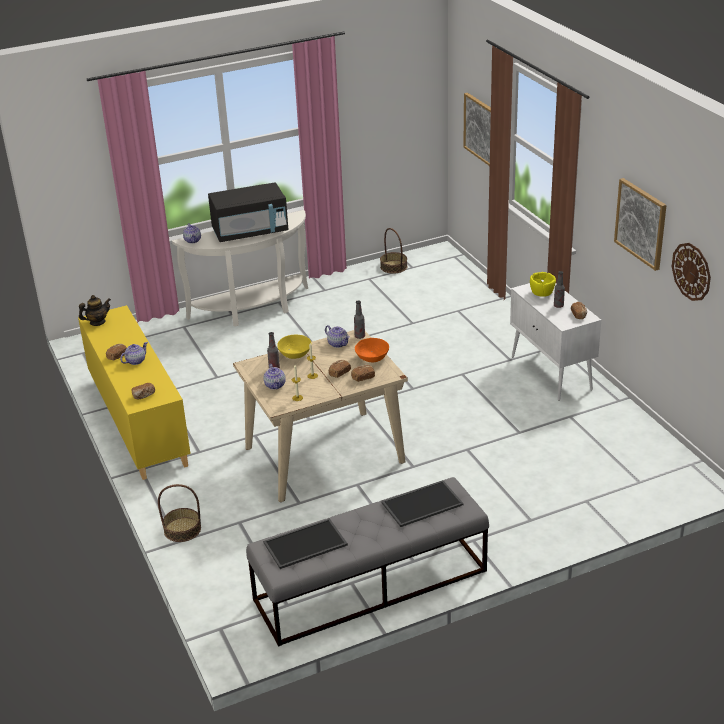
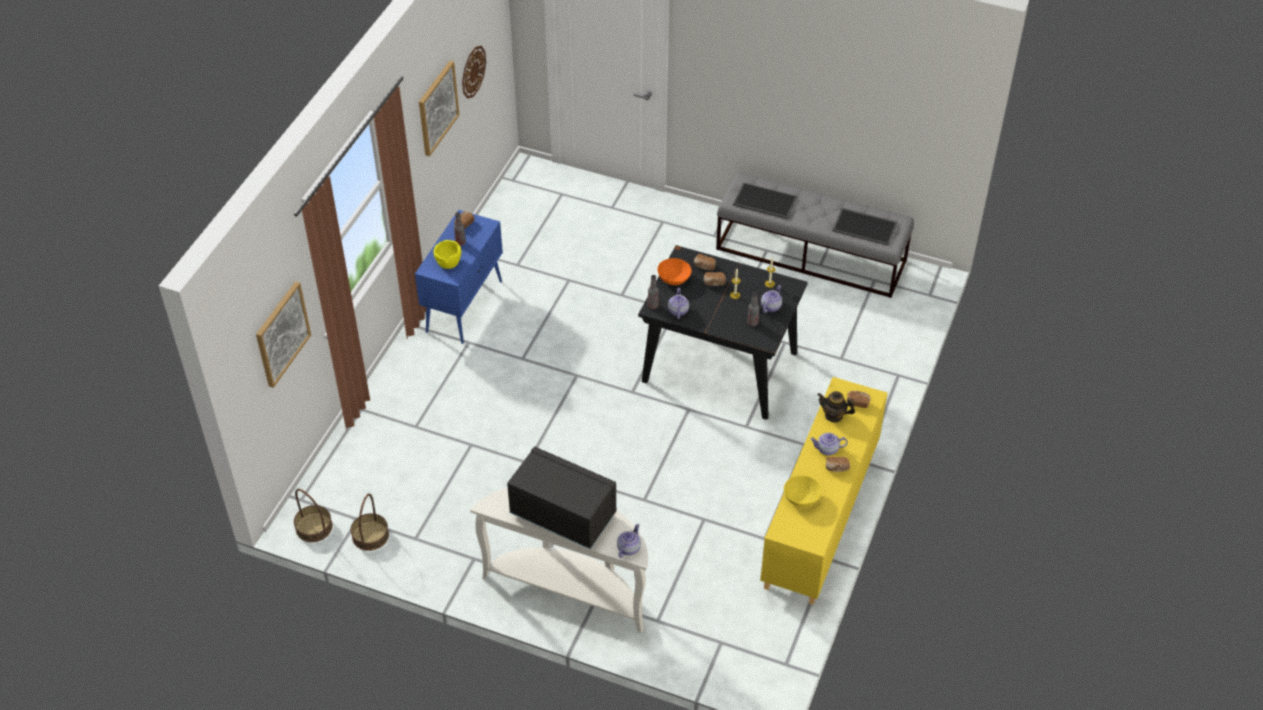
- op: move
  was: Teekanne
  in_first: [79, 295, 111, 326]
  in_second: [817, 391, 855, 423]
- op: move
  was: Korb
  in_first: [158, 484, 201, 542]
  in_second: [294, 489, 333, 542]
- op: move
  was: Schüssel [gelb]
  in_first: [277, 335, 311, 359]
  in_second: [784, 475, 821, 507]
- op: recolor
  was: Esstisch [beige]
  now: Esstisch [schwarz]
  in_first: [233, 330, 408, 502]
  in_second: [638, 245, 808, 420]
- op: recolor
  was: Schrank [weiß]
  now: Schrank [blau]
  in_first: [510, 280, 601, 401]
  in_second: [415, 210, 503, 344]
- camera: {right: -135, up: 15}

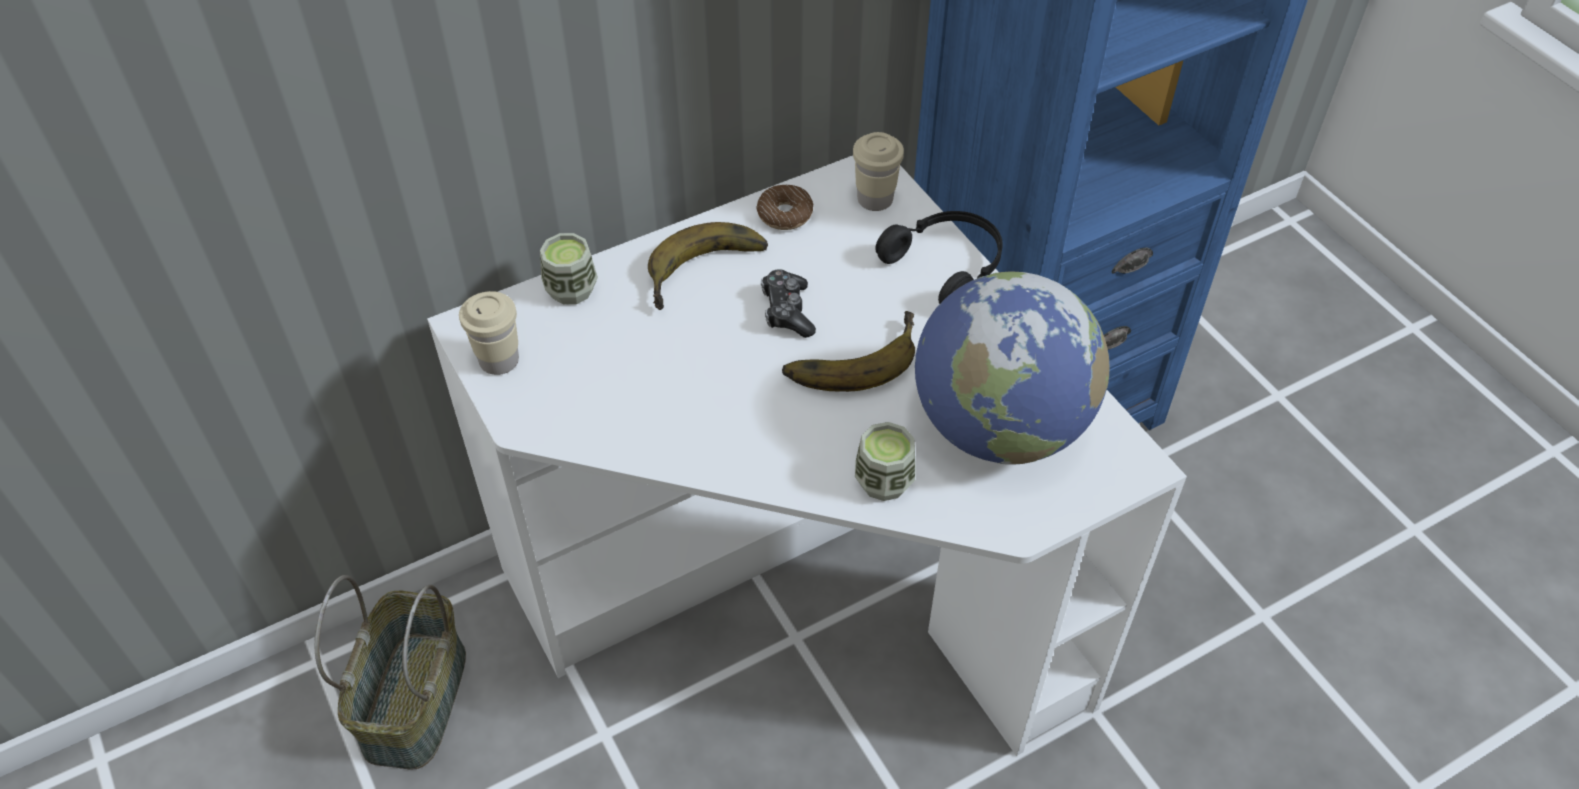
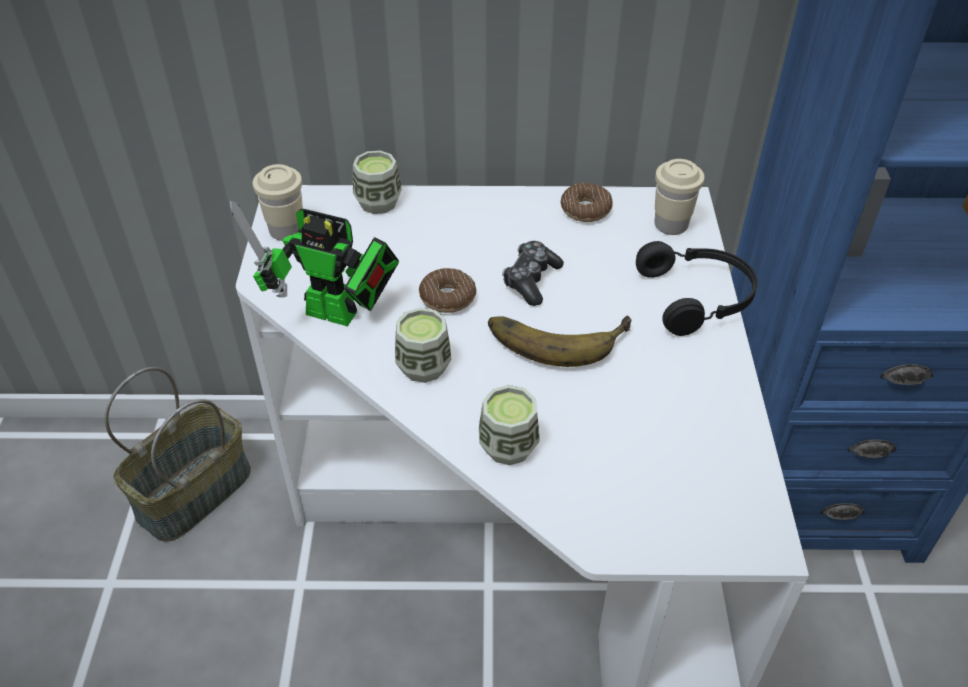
- op: delete
  was: Banane
  in_first: [648, 222, 768, 310]
- op: delete
  was: Globus
  in_first: [915, 271, 1110, 464]
- op: insert
  now: Spielzeugroboter
  in_second: [230, 201, 399, 326]
- op: insert
  now: Tasse
  in_second: [395, 308, 451, 383]
- op: insert
  now: Donut
  in_second: [419, 268, 476, 313]
- camera: {right: 30, up: -5}

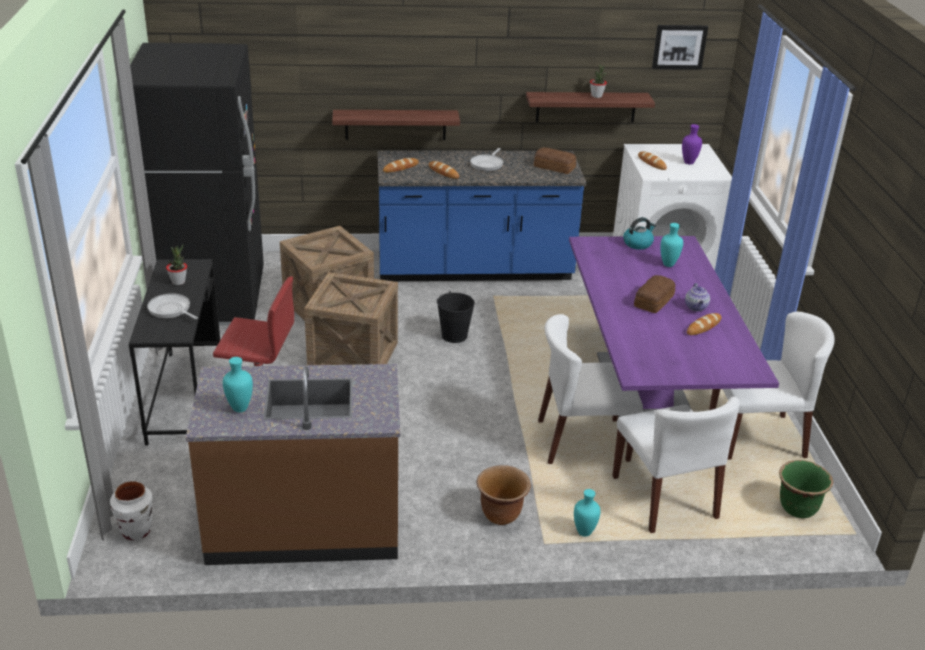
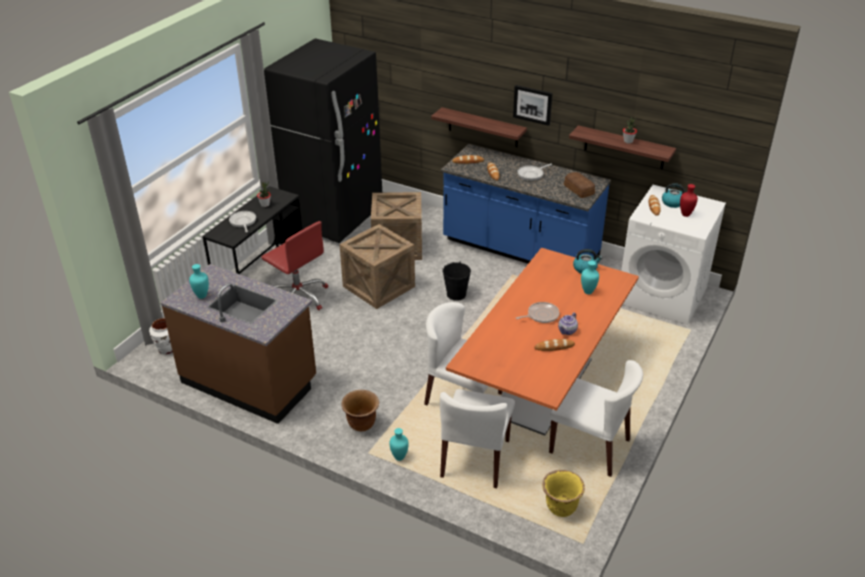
- op: insert
  now: Wasserkessel
  in_second: [662, 183, 687, 208]
- op: move
  was: Bild
  in_first: [652, 25, 708, 70]
  in_second: [513, 85, 553, 126]
- op: replace
  was: Brot
  now: Pfanne
  in_first: [634, 275, 676, 313]
  in_second: [516, 302, 559, 323]
- op: recolor
  was: Esstisch [lila]
  now: Esstisch [orange]
  in_first: [569, 236, 779, 442]
  in_second: [446, 248, 639, 436]
- op: recolor
  was: Vase [lila]
  now: Vase [rot]
  in_first: [682, 124, 702, 164]
  in_second: [680, 184, 698, 217]
- op: recolor
  was: Pflanzkübel [grün]
  now: Pflanzkübel [gelb]
  in_first: [779, 460, 833, 518]
  in_second: [542, 470, 585, 517]
- camera: {right: 35, up: 5}

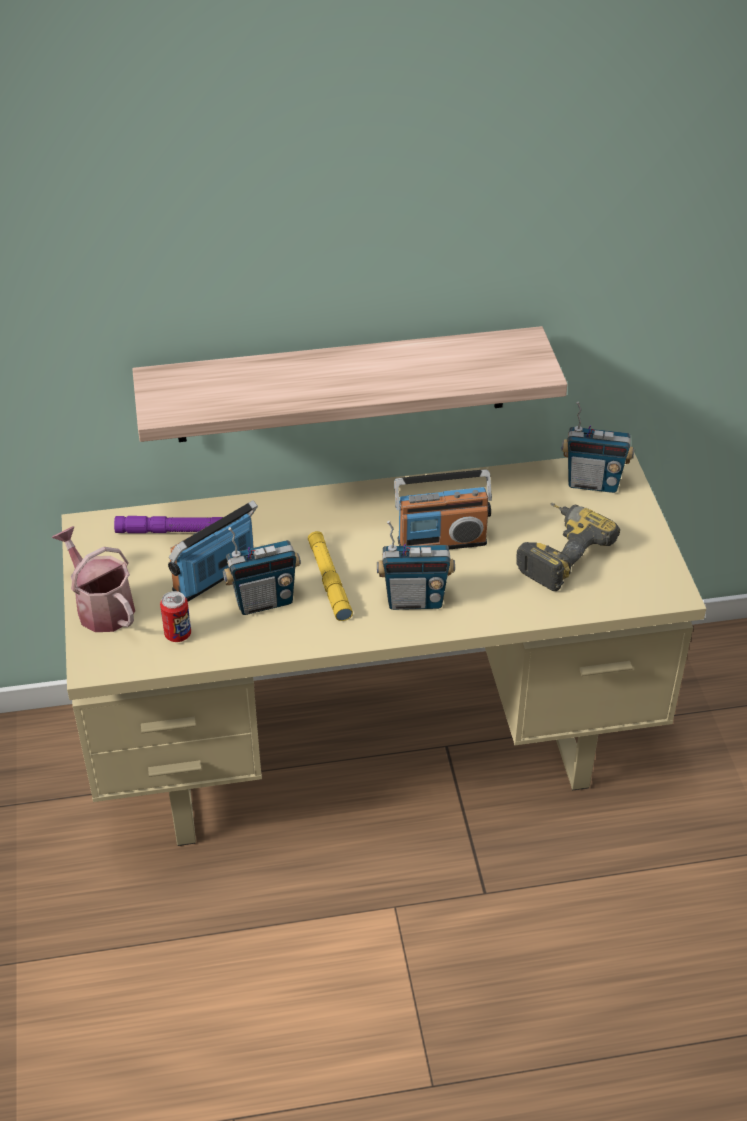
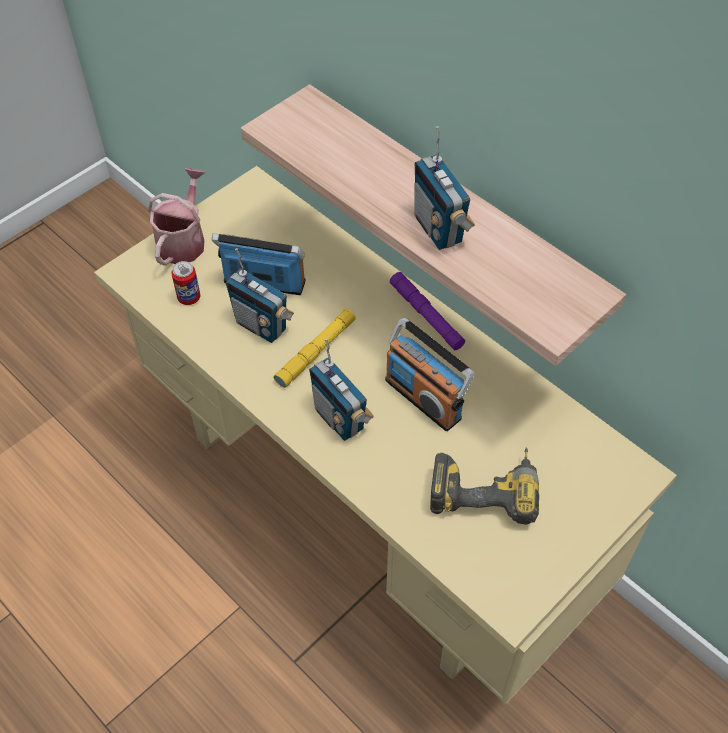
- op: move
  was: Taschenlampe [lila]
  in_first: [114, 516, 223, 533]
  in_second: [390, 272, 465, 350]
- op: move
  was: Radio
  in_first: [561, 402, 634, 493]
  in_second: [414, 126, 475, 250]
- camera: {right: 55, up: 10}

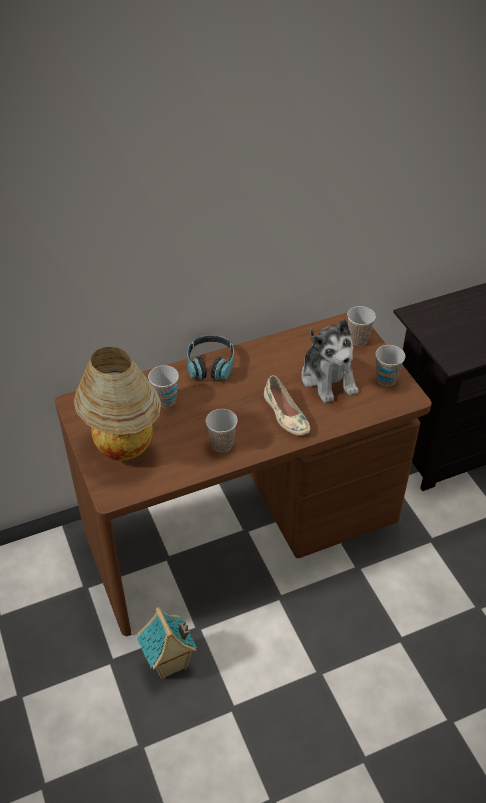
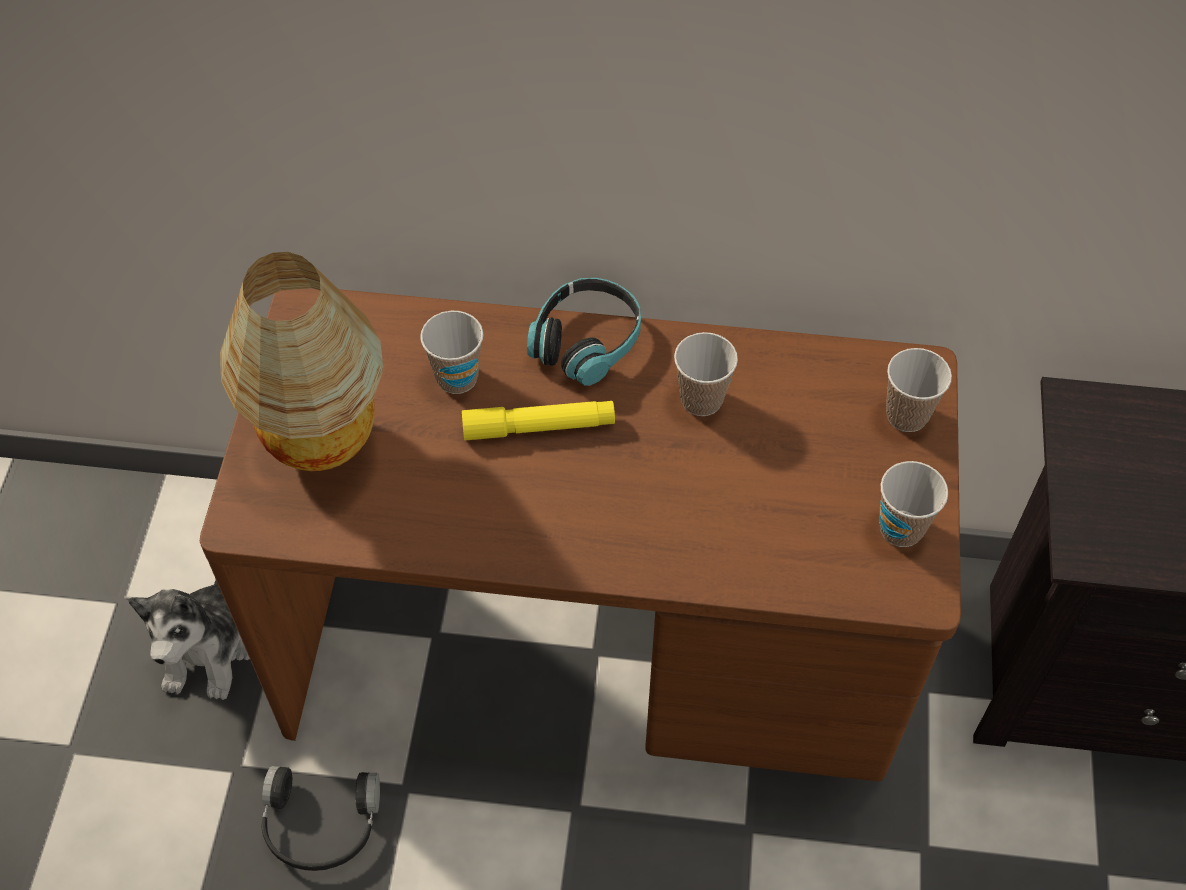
- op: delete
  was: Schuh [beige]
  in_first: [264, 375, 310, 436]
- op: insert
  now: Taschenlampe [gelb]
  in_second: [462, 401, 615, 440]
- op: move
  was: Tasse
  in_first: [206, 409, 238, 452]
  in_second: [674, 332, 738, 416]
- op: move
  was: Plüschtier
  in_first: [301, 319, 359, 403]
  in_second: [128, 580, 250, 700]
- op: replace
  was: Spielzeughaus
  now: Kopfhörer [schwarz]
  in_first: [137, 607, 197, 680]
  in_second: [261, 766, 380, 871]
- camera: {right: 30, up: 10}

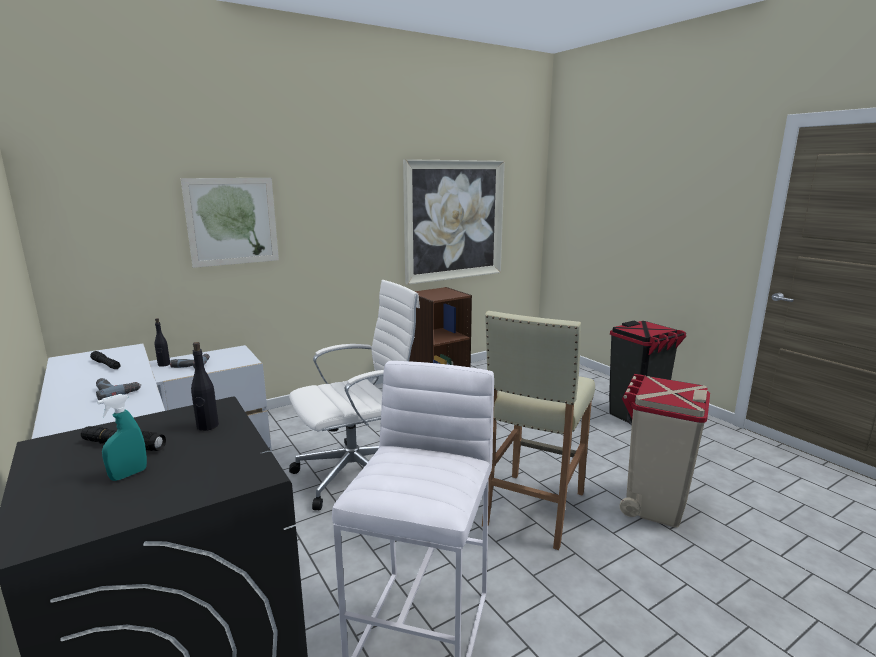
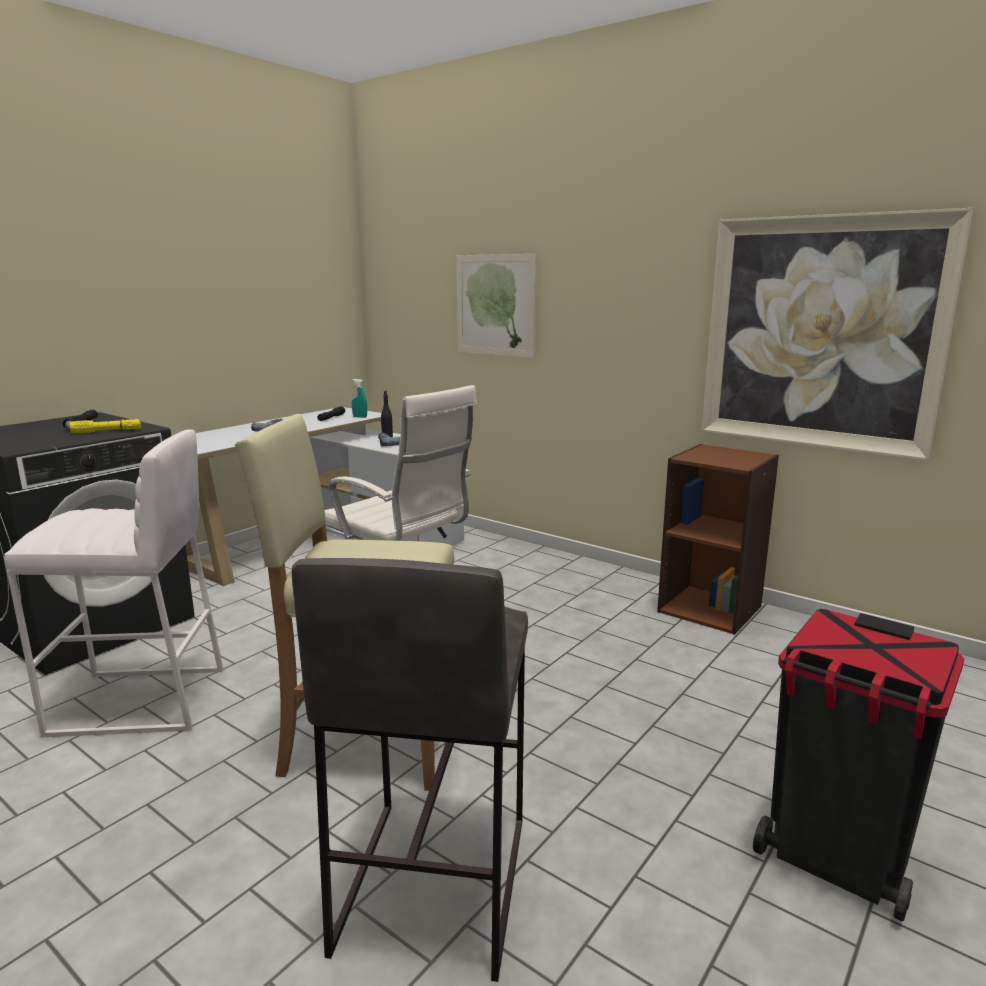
- op: move
  was: Sprühflasche [türkis]
  in_first: [97, 394, 147, 481]
  in_second: [352, 379, 367, 418]
- op: replace
  was: Flasche [schwarz]
  now: Taschenlampe [gelb]
  in_first: [191, 342, 219, 431]
  in_second: [70, 419, 141, 433]
- op: replace
  was: Mülleimer [beige]
  now: Hocker [grau]
  in_first: [620, 374, 710, 527]
  in_second: [292, 558, 528, 982]
- camera: {right: 70, up: 0}

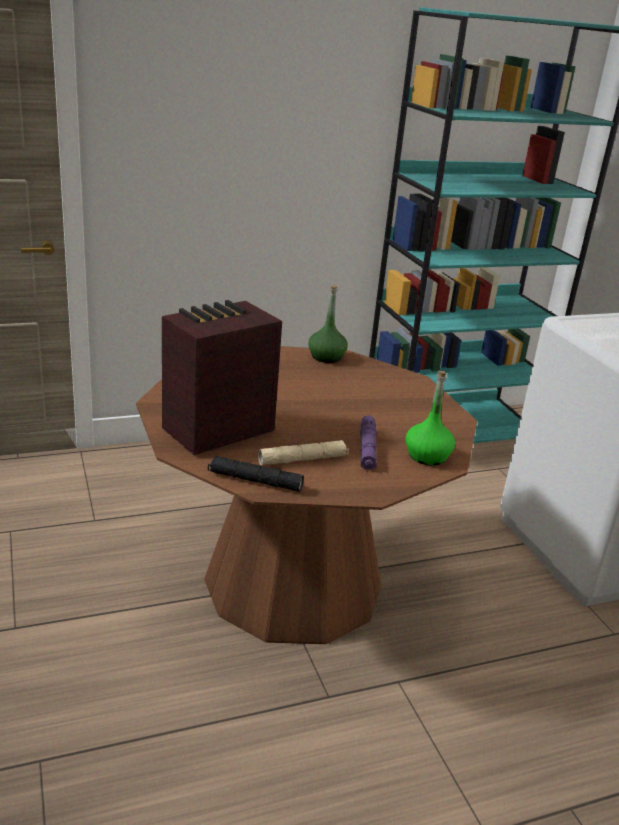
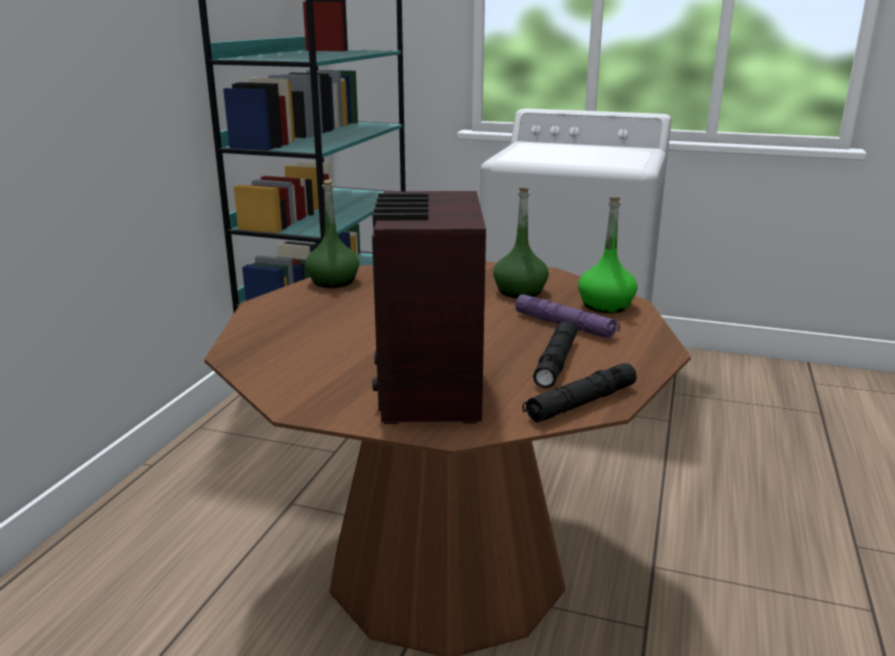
- op: insert
  now: Flasche [grün]
  in_second: [493, 187, 549, 298]
- op: recolor
  was: Taschenlampe [beige]
  now: Taschenlampe [schwarz]
  in_first: [258, 440, 349, 465]
  in_second: [533, 322, 577, 388]
- camera: {right: -50, up: -5}

